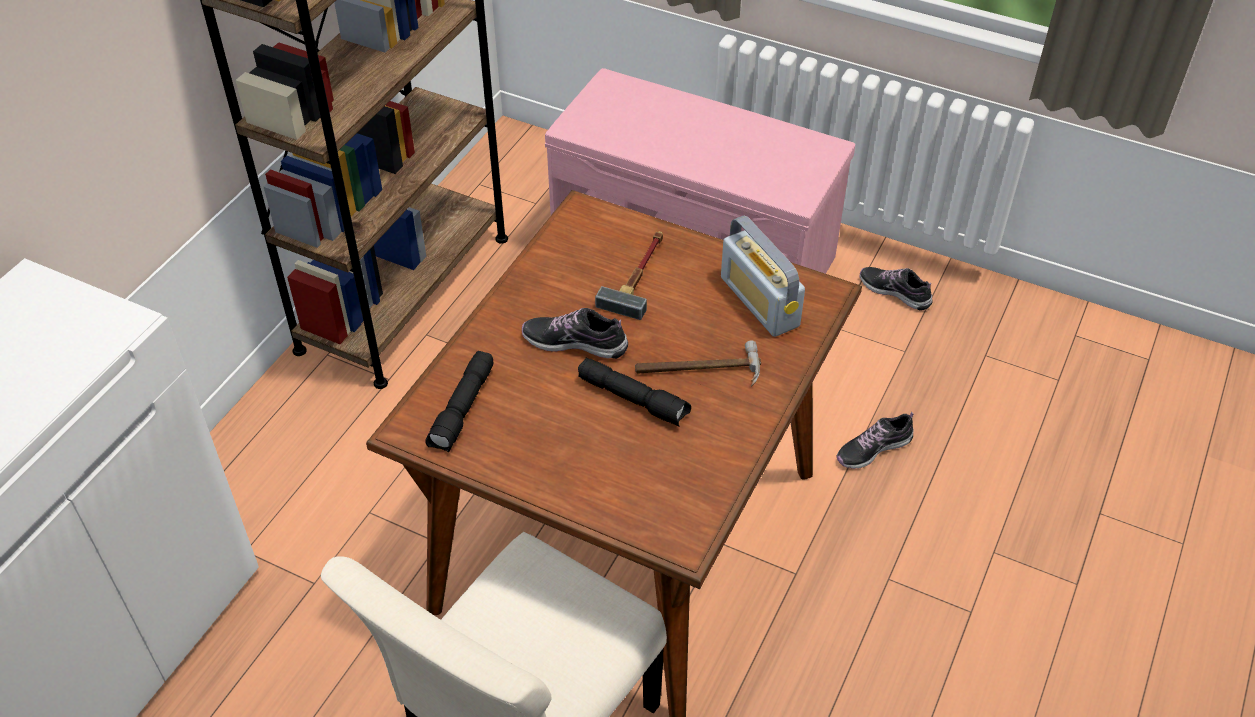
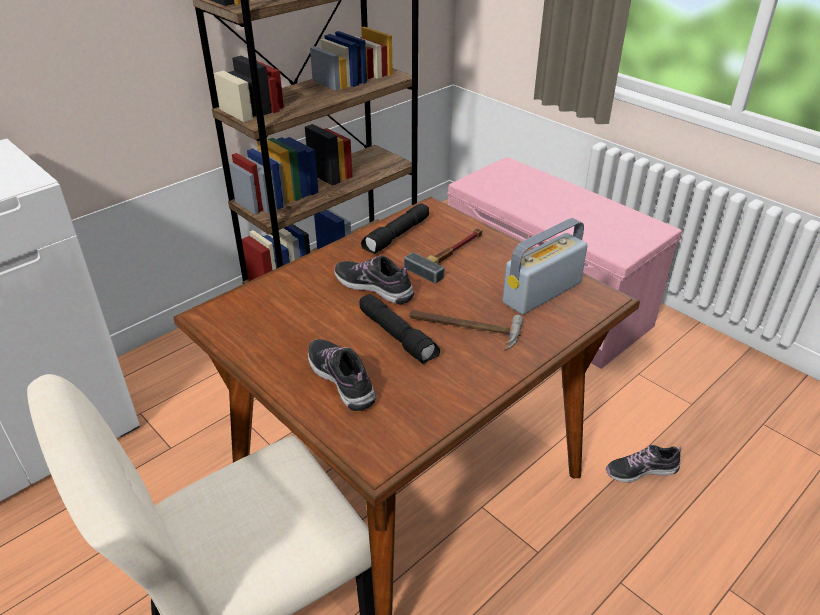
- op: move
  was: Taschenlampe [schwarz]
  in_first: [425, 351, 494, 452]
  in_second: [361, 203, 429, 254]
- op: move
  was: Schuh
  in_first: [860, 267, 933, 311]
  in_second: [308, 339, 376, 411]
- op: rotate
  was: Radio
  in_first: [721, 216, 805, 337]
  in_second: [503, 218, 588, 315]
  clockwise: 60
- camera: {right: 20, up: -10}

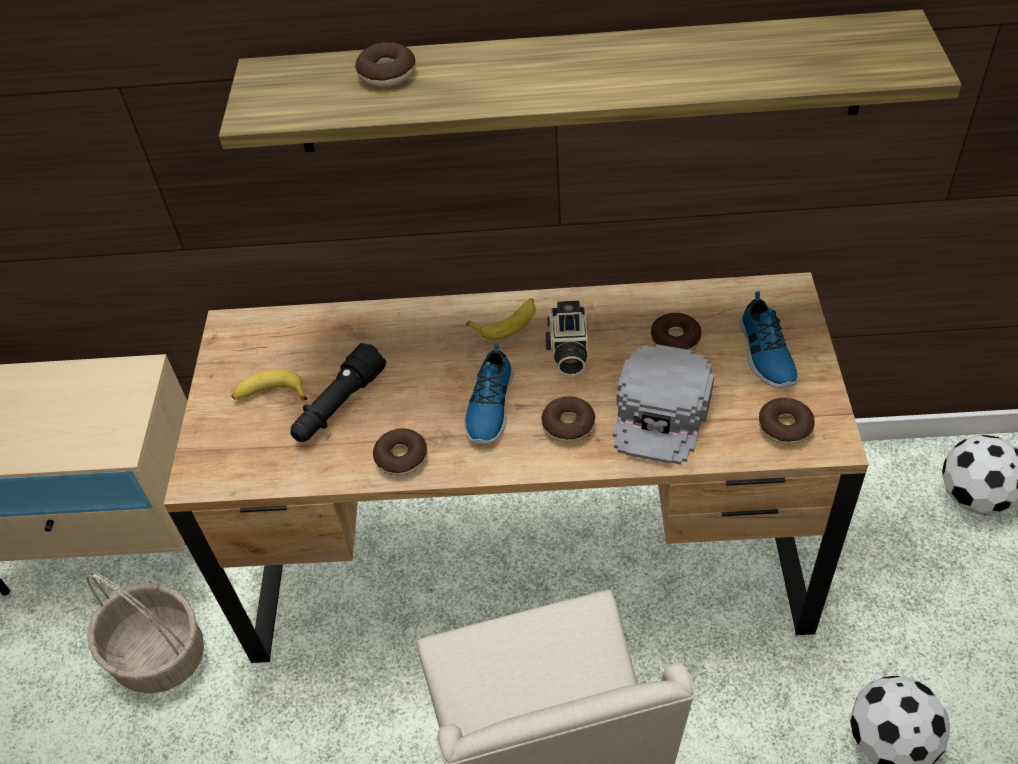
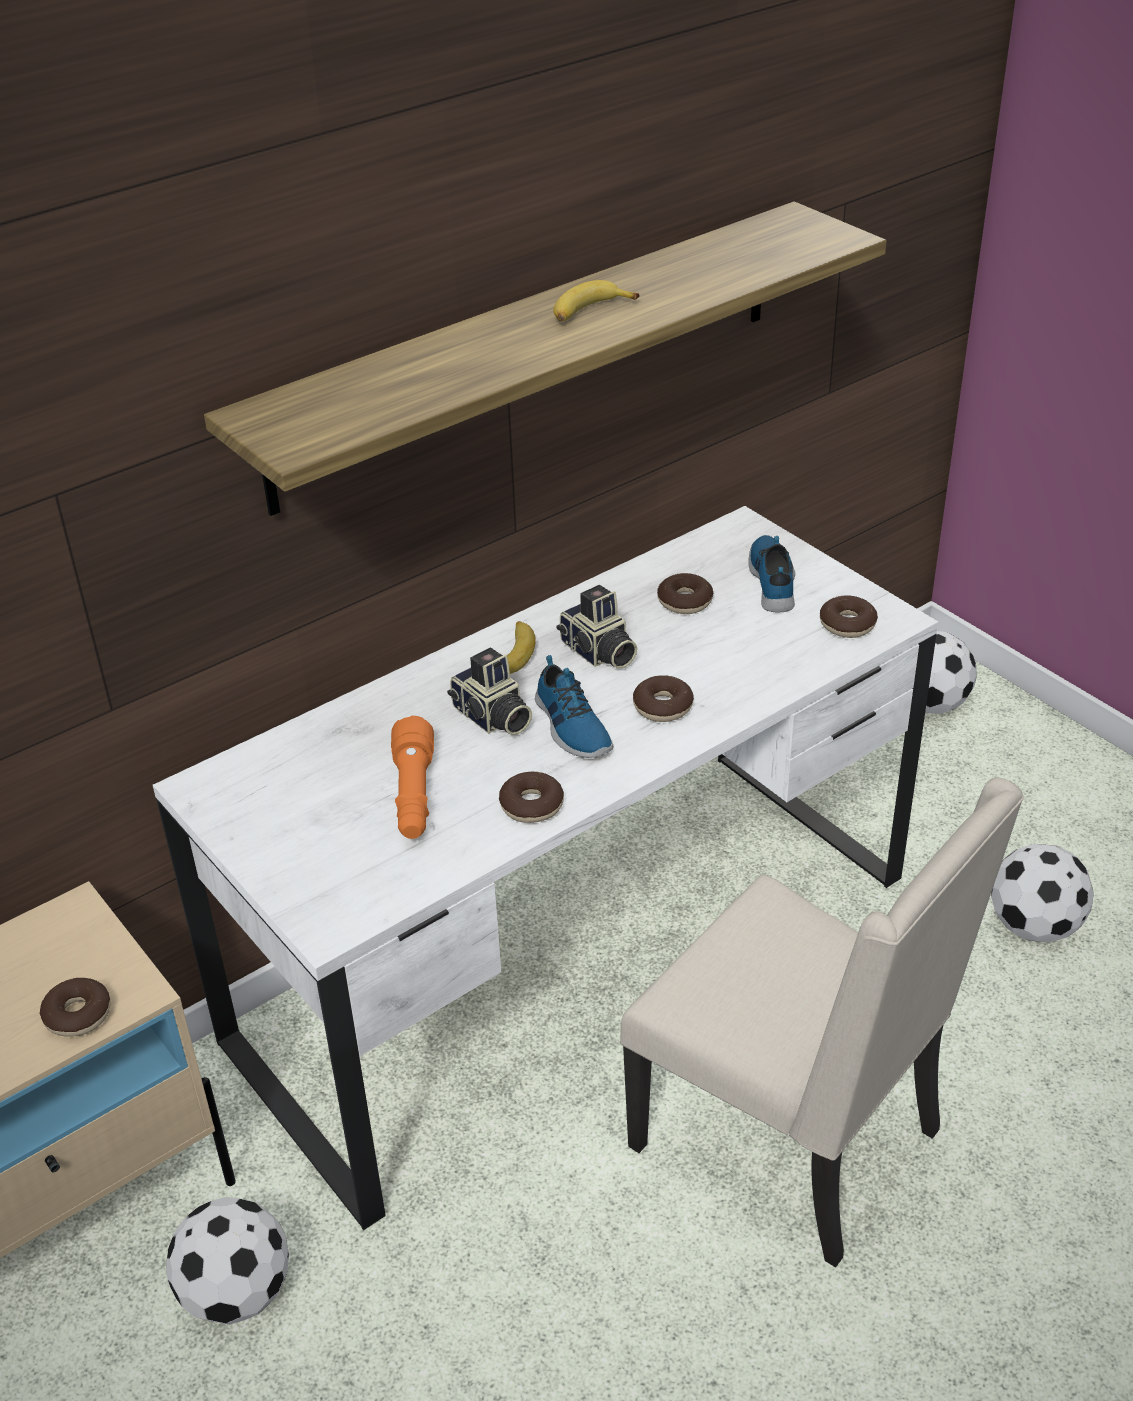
- op: delete
  was: Kappe [grau]
  in_first: [613, 345, 714, 465]
- op: insert
  now: Kamera
  in_second: [447, 648, 532, 735]
- op: move
  was: Banane
  in_first: [231, 370, 308, 400]
  in_second: [553, 280, 640, 322]
- op: move
  was: Donut
  in_first: [355, 42, 415, 87]
  in_second: [40, 978, 111, 1037]
- op: replace
  was: Korb
  now: Fußball
  in_first: [86, 571, 204, 694]
  in_second: [166, 1197, 289, 1325]
- op: recolor
  was: Schreibtisch [braun]
  now: Schreibtisch [weiß]
  in_first: [164, 272, 869, 663]
  in_second: [153, 506, 938, 1230]
- op: recolor
  was: Taschenlampe [schwarz]
  now: Taschenlampe [orange]
  in_first: [290, 343, 386, 442]
  in_second: [391, 716, 434, 839]
- op: rotate
  was: Schuh
  in_first: [739, 291, 798, 388]
  in_second: [748, 535, 795, 612]
  clockwise: -135
- camera: {right: -40, up: -10}

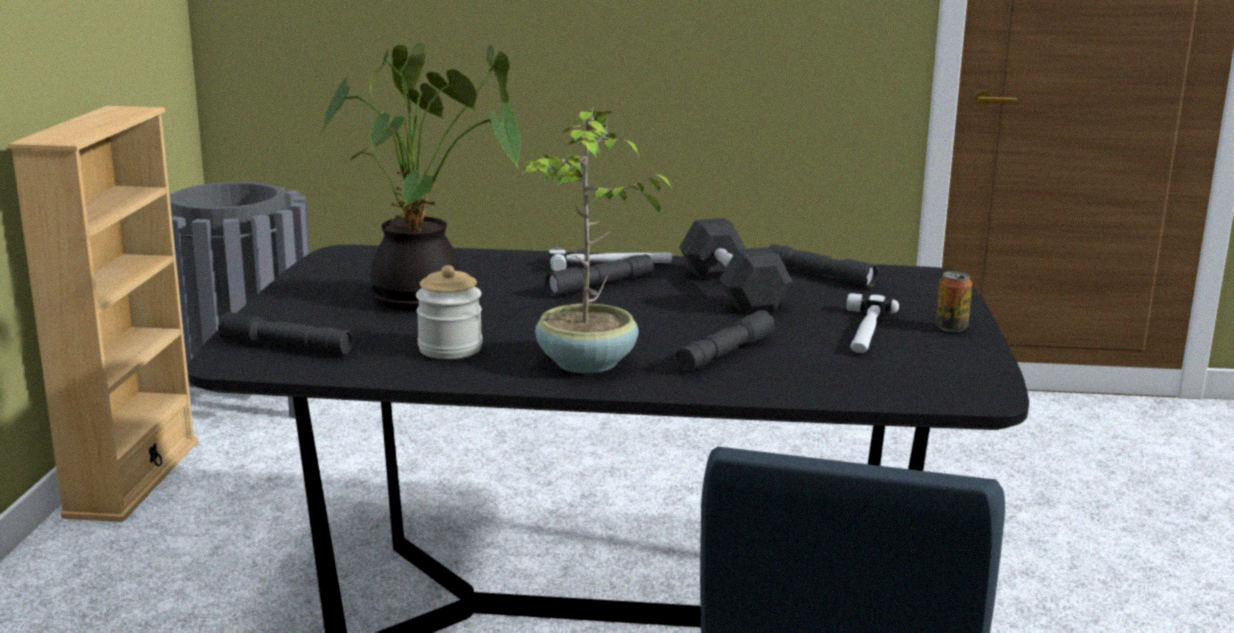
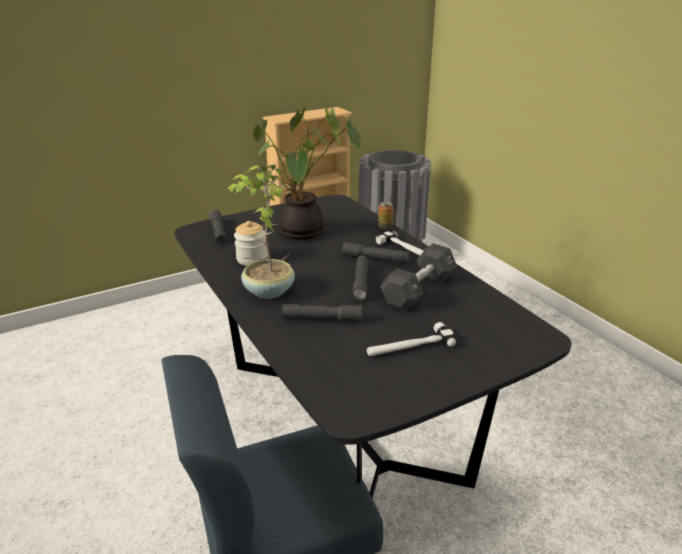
- op: move
  was: Taschenlampe [grau]
  in_first: [769, 244, 879, 288]
  in_second: [352, 255, 369, 302]
- op: move
  was: Dose
  in_first: [936, 271, 972, 332]
  in_second: [378, 201, 393, 229]
- camera: {right: 55, up: 10}

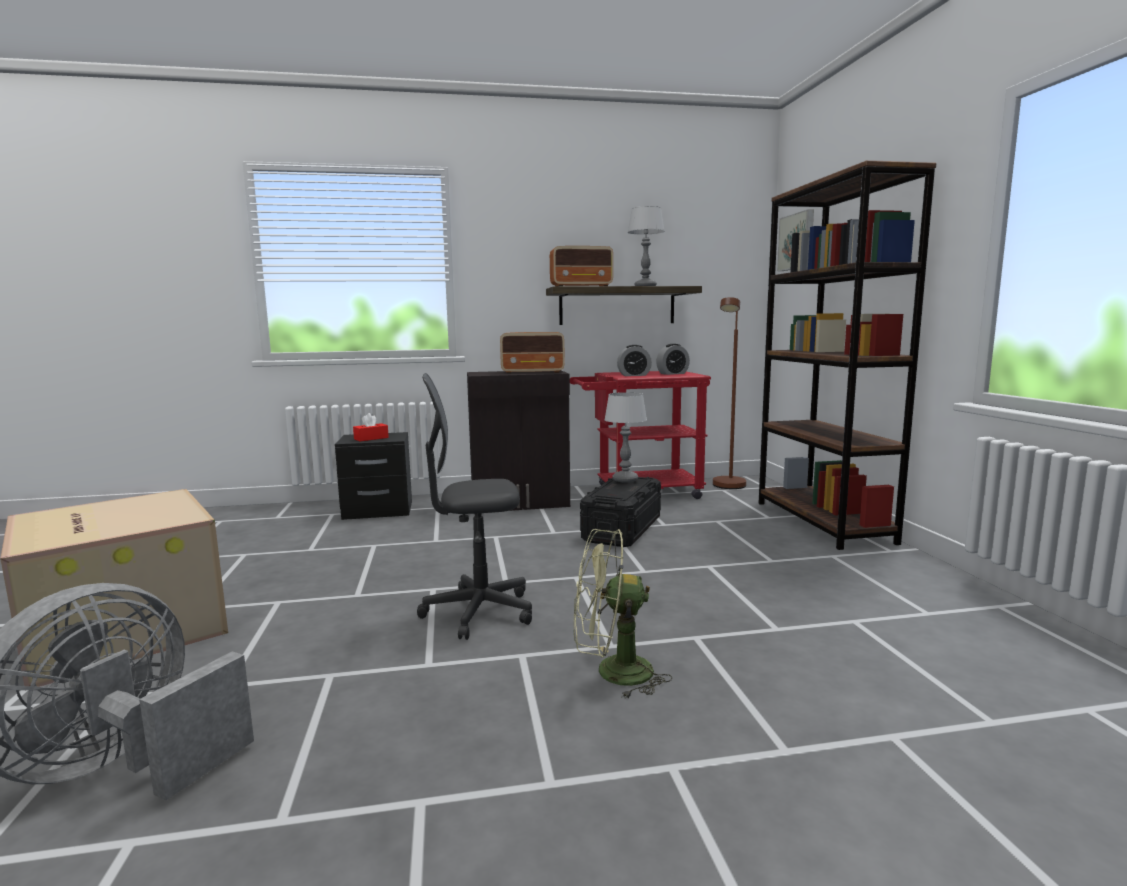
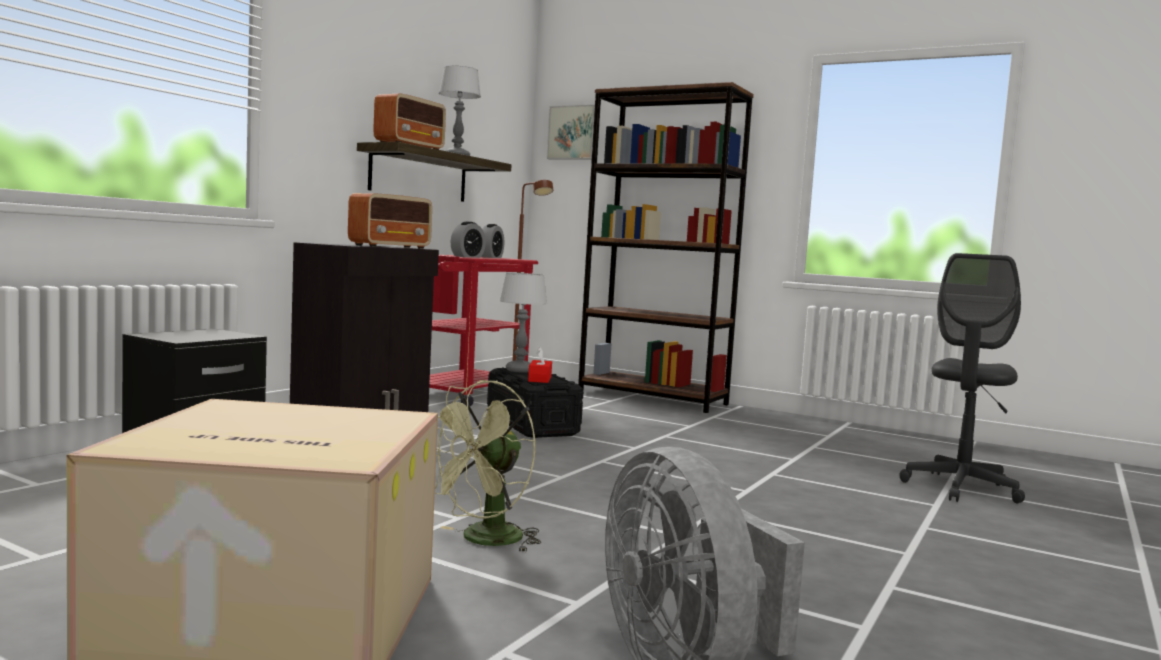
- op: move
  was: Taschentuchbox [rot]
  in_first: [353, 413, 389, 441]
  in_second: [528, 347, 552, 383]
- op: move
  was: Bürostuhl [grau]
  in_first: [417, 373, 532, 640]
  in_second: [899, 253, 1025, 504]
- op: move
  was: Ventilator [grün]
  in_first: [574, 529, 672, 699]
  in_second: [435, 380, 541, 553]
- camera: {right: -50, up: -5}

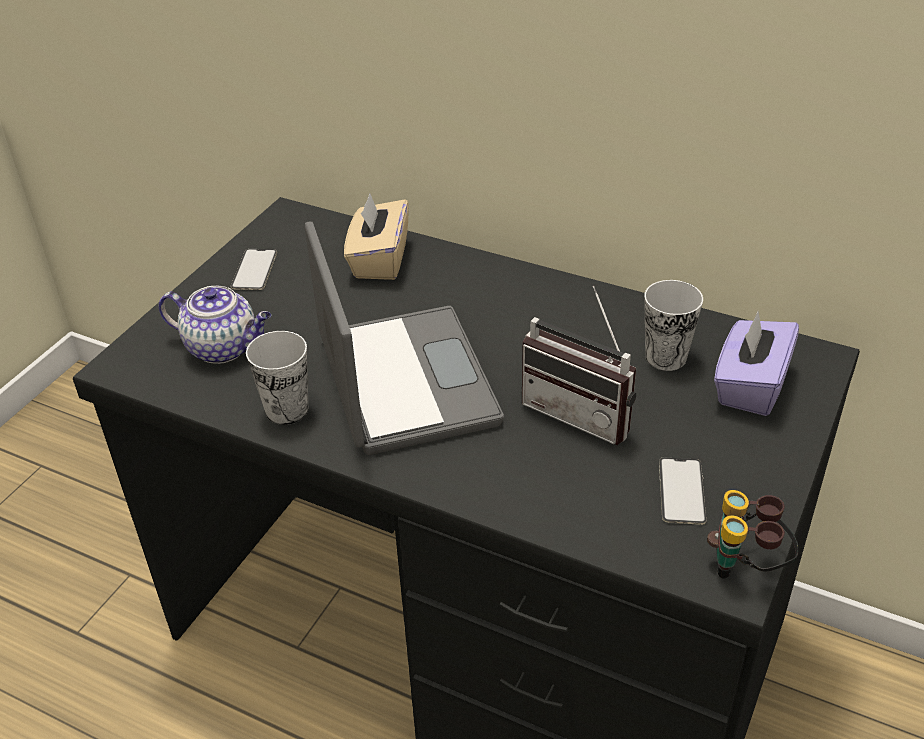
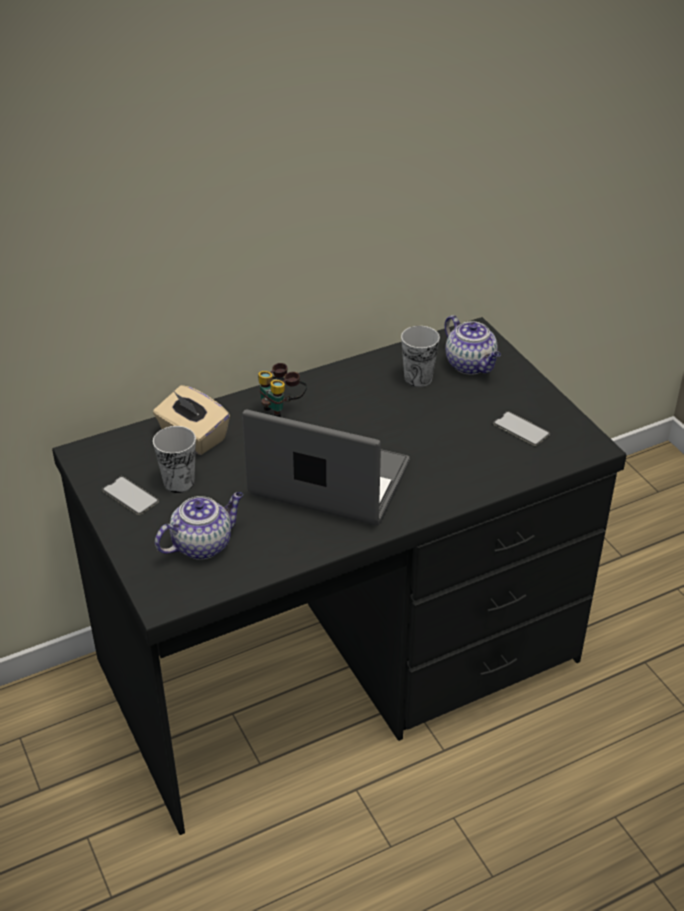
- op: delete
  was: Radio
  in_first: [522, 286, 636, 445]
- op: move
  was: Tasse
  in_first: [246, 331, 308, 425]
  in_second: [153, 426, 196, 493]
- op: move
  was: Fernglas
  in_first: [707, 490, 799, 578]
  in_second: [258, 363, 307, 417]
- op: replace
  was: Taschentuchbox [lila]
  now: Teekanne
  in_first: [714, 311, 799, 416]
  in_second: [445, 315, 501, 375]
- camera: {right: -55, up: 0}

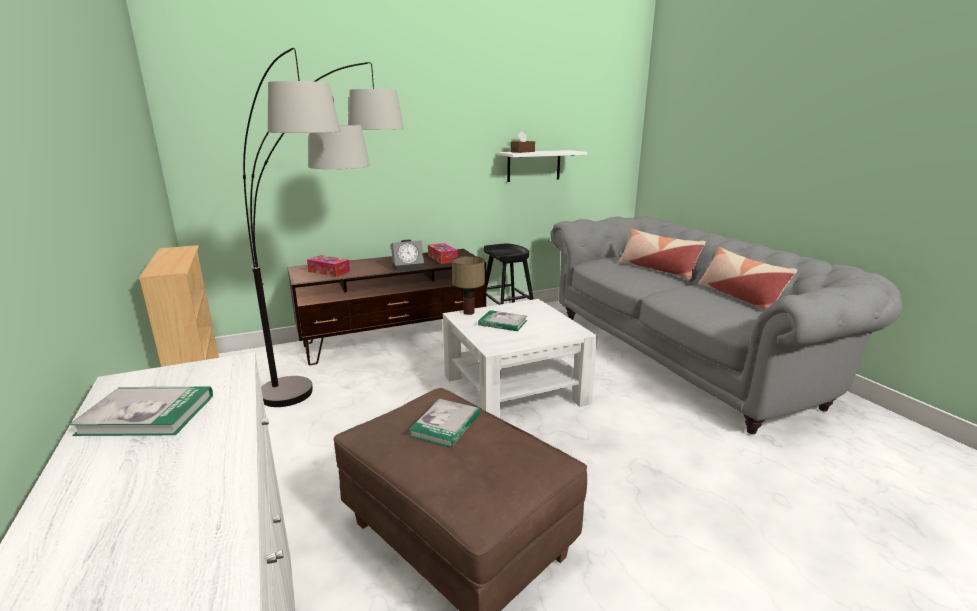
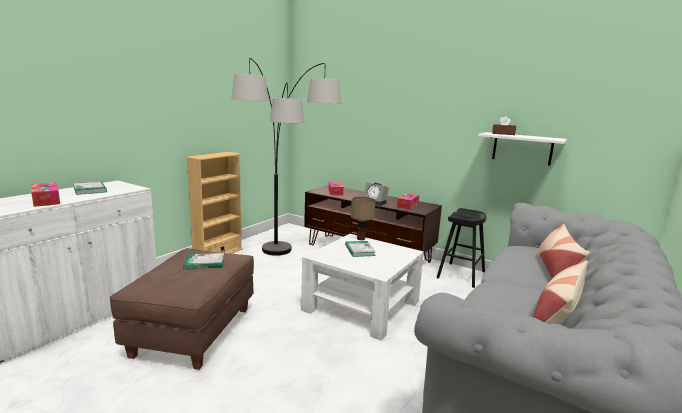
- op: insert
  now: Taschentuchbox
  in_second: [31, 182, 60, 207]
- camera: {right: 55, up: -5}

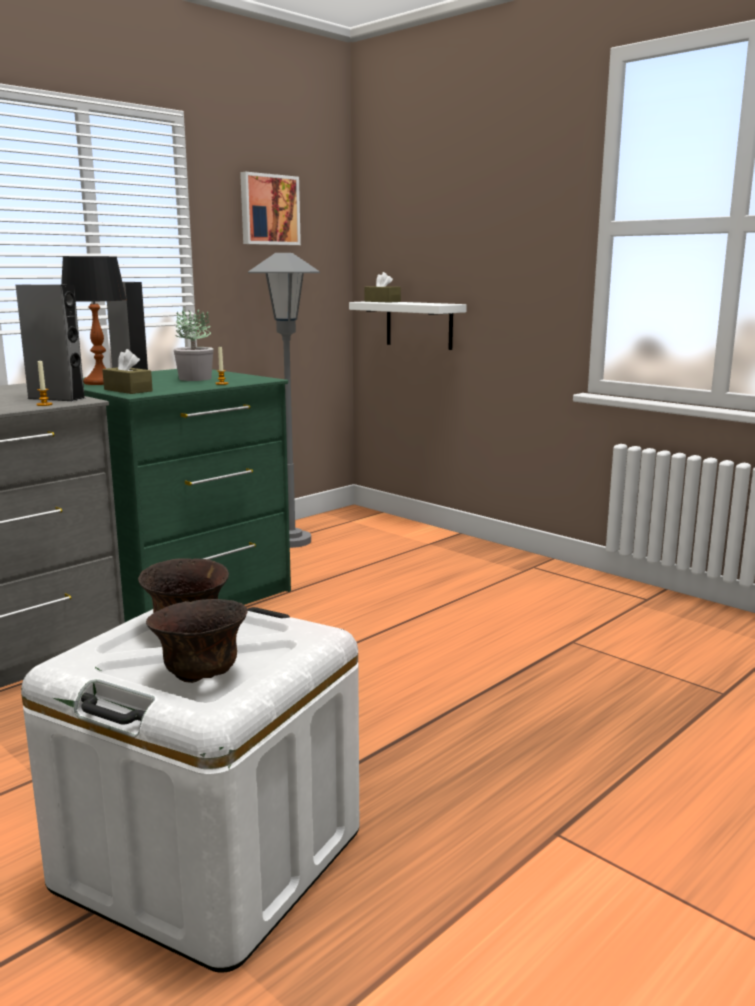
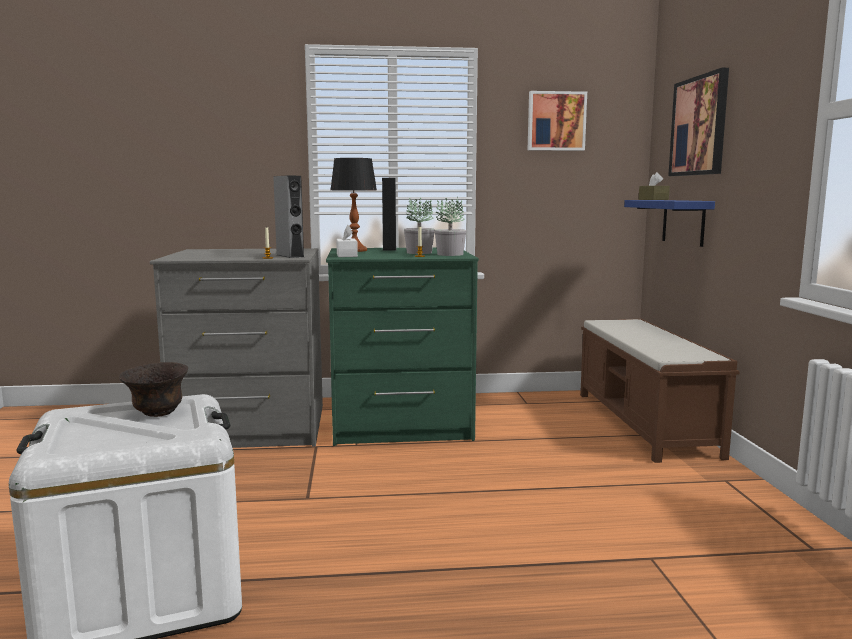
- op: delete
  was: Schüssel [braun]
  in_first: [146, 599, 248, 683]
- op: delete
  was: Stehlampe [grau]
  in_first: [248, 253, 320, 548]
- op: insert
  now: Topfpflanze
  in_second: [435, 197, 466, 256]
- op: insert
  now: Bank [braun]
  in_second: [580, 319, 740, 463]
- op: insert
  now: Bild
  in_second: [668, 68, 729, 176]
- op: recolor
  was: Taschentuchbox [braun]
  now: Taschentuchbox [weiß]
  in_first: [102, 349, 153, 394]
  in_second: [336, 225, 358, 257]
- op: recolor
  was: Wandregal [weiß]
  now: Wandregal [blau]
  in_first: [349, 301, 467, 350]
  in_second: [624, 200, 715, 247]
- camera: {right: 40, up: -5}

